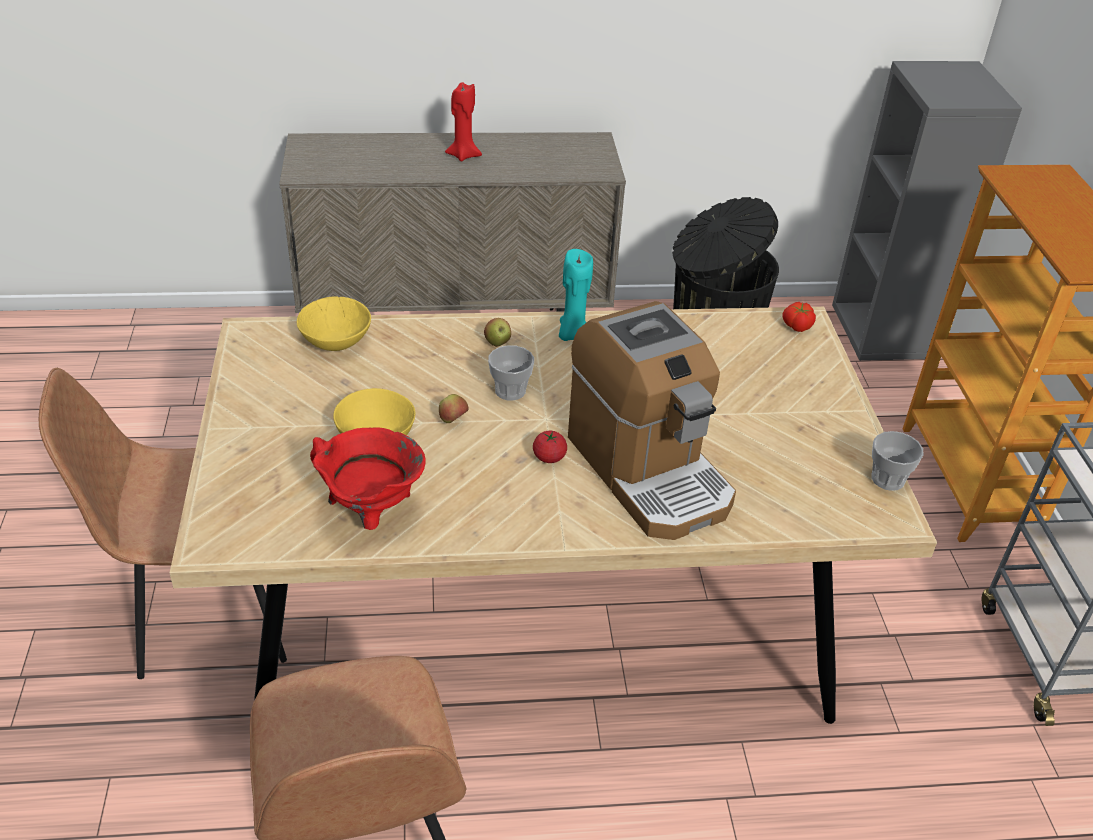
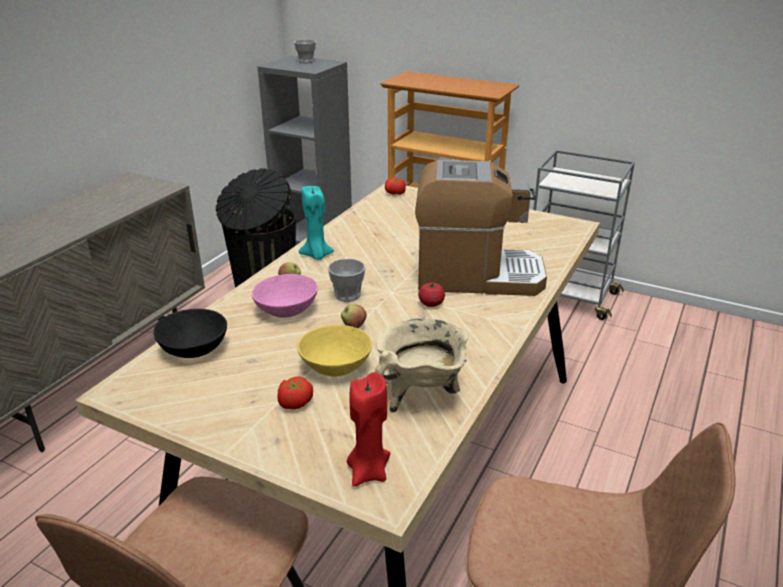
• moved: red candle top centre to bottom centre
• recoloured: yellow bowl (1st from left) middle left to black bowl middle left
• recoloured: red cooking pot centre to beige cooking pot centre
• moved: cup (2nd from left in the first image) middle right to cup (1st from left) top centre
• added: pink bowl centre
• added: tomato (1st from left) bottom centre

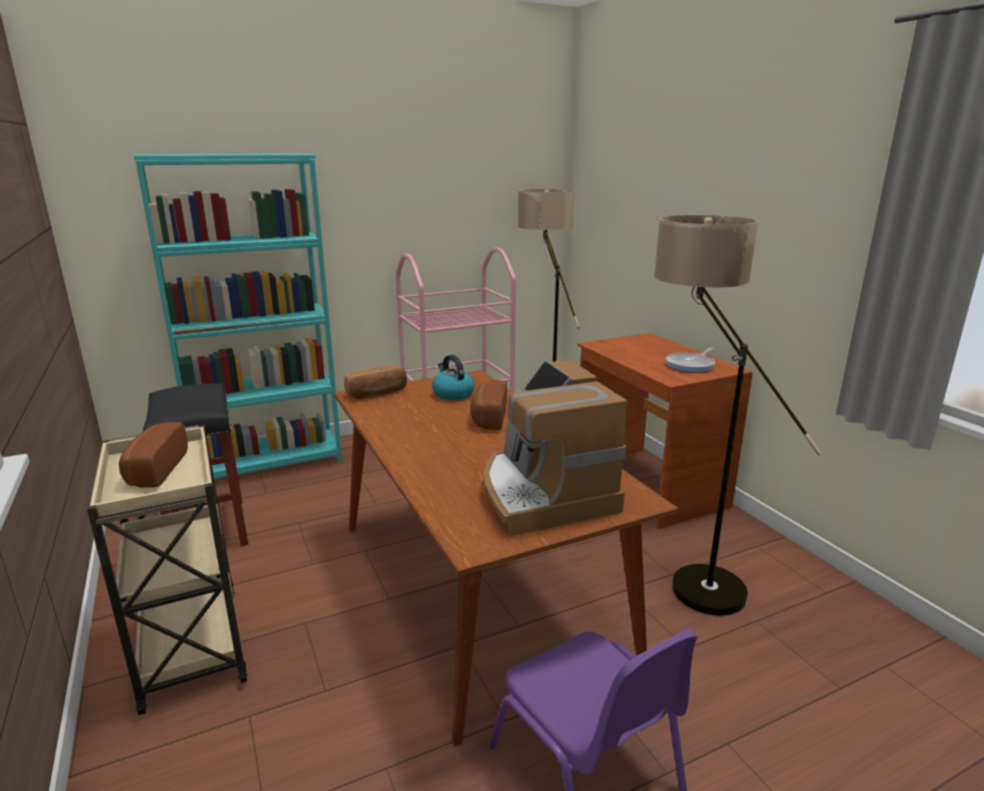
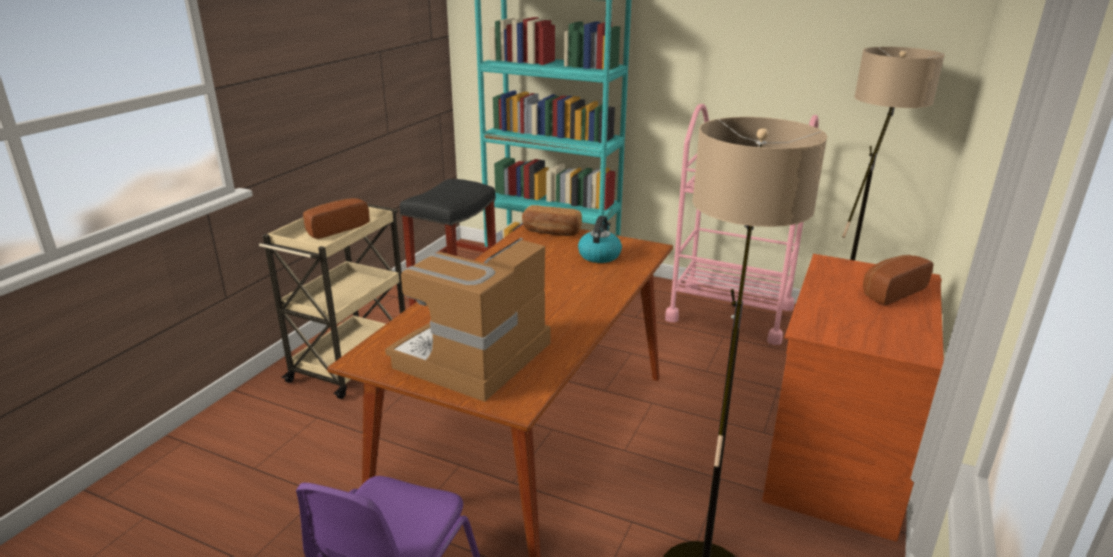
• removed: frying pan middle right
• moved: bread (3rd from left) centre to middle right

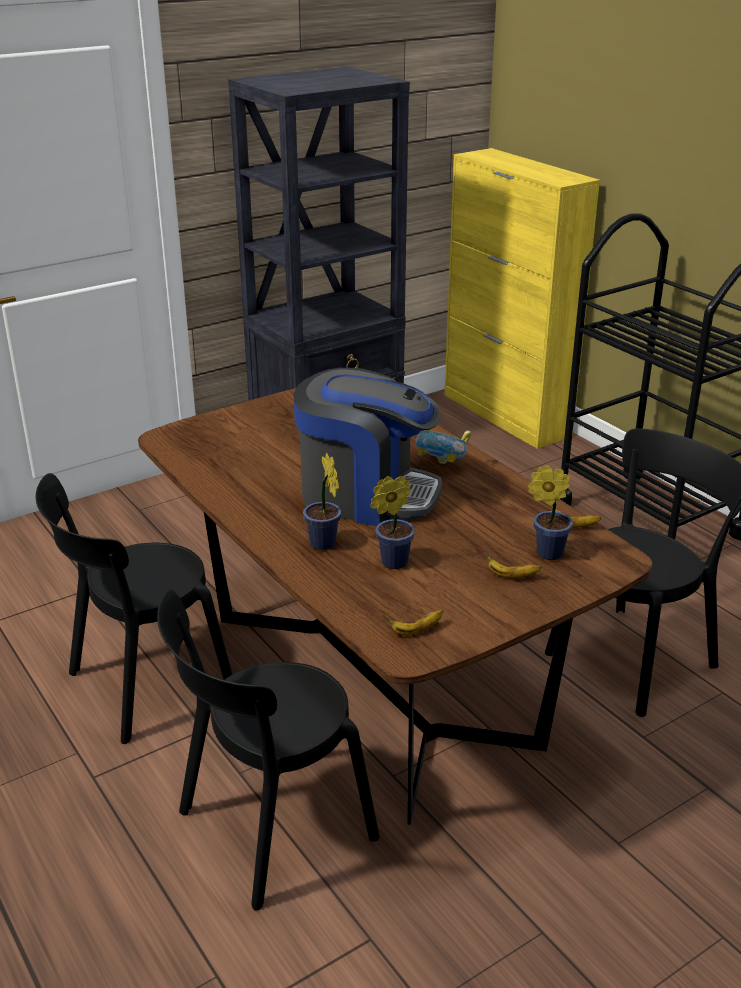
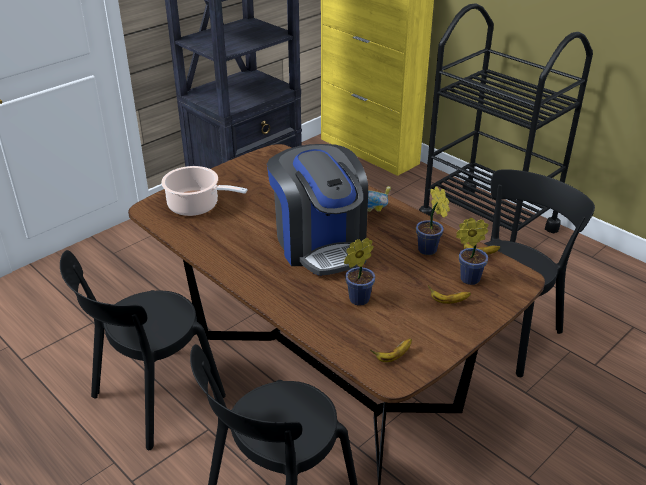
• turned: coffee machine centre = centre 60 degrees clockwise
• moved: potted plant (1st from left in the first image) centre to potted plant (2nd from left) middle right
• added: cooking pot middle left

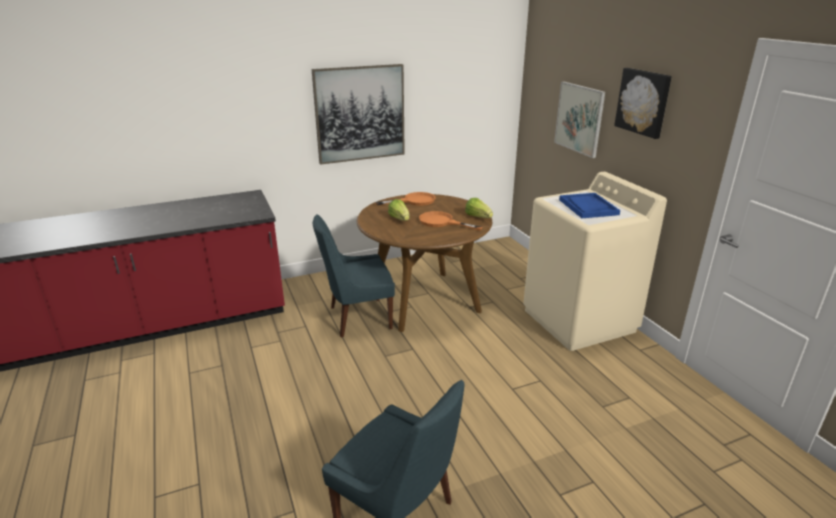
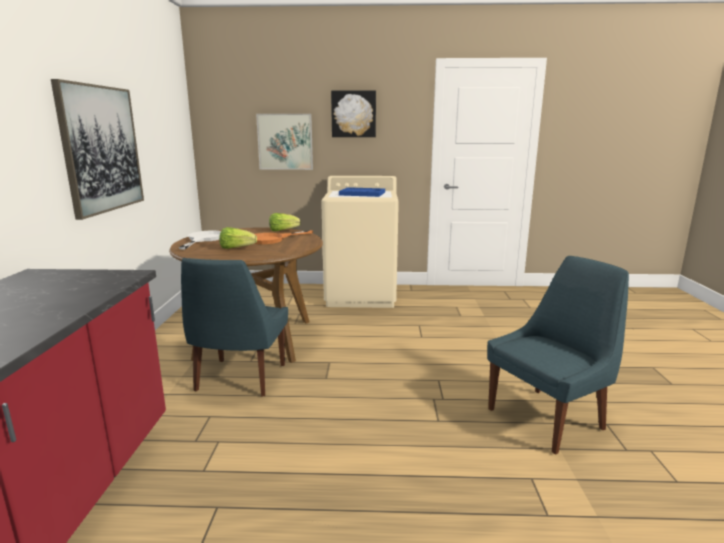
• recoloured: orange frying pan (1st from left) centre to white frying pan middle left

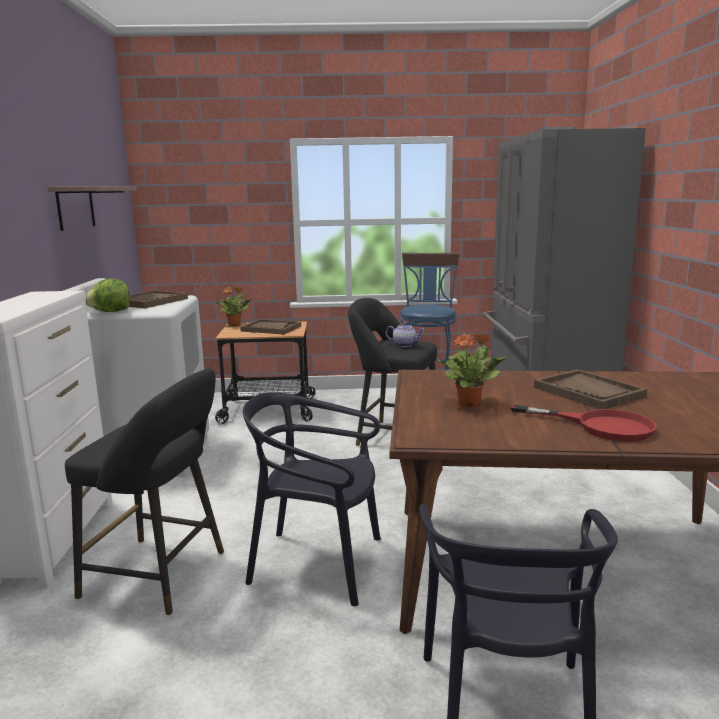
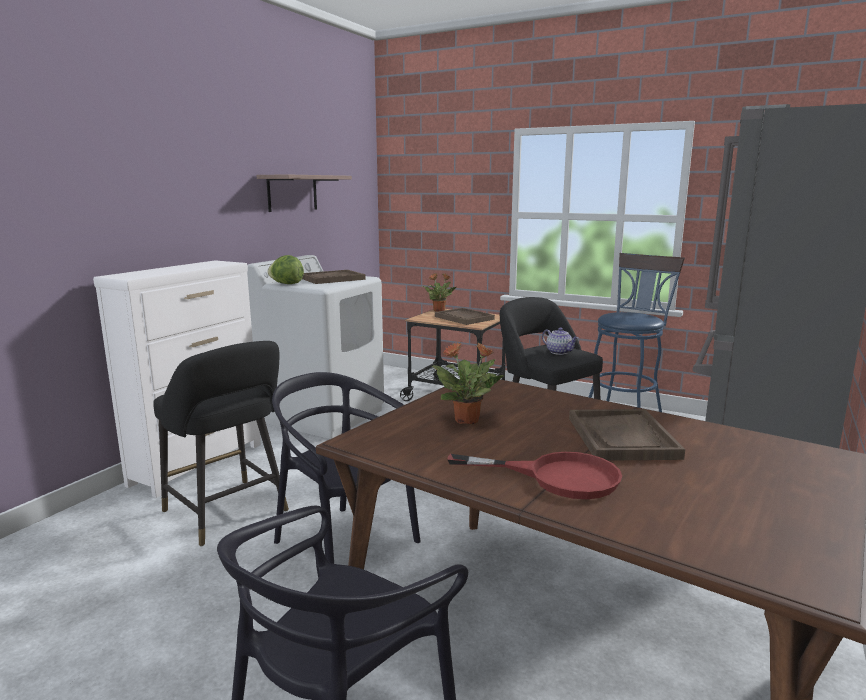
• turned: red frying pan middle right = bottom centre 45 degrees counterclockwise

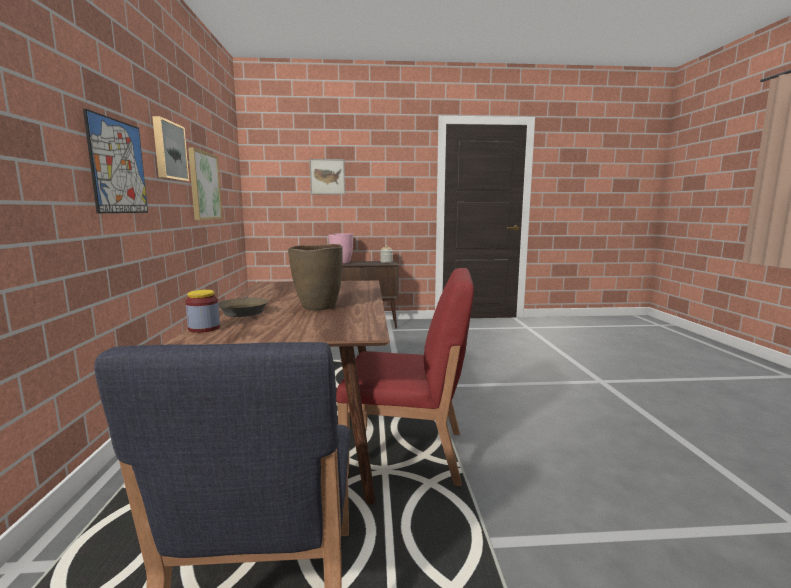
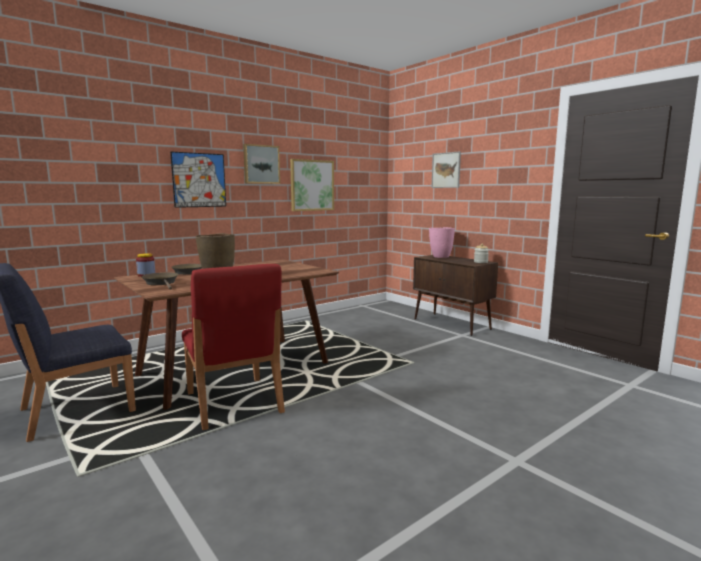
• added: brown frying pan (1st from left) middle left

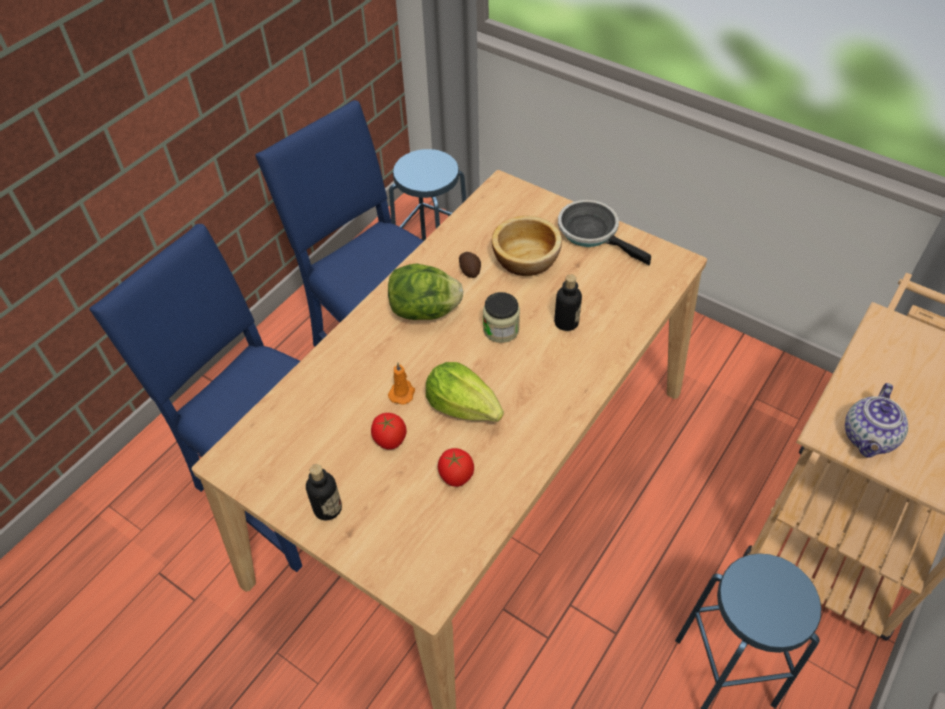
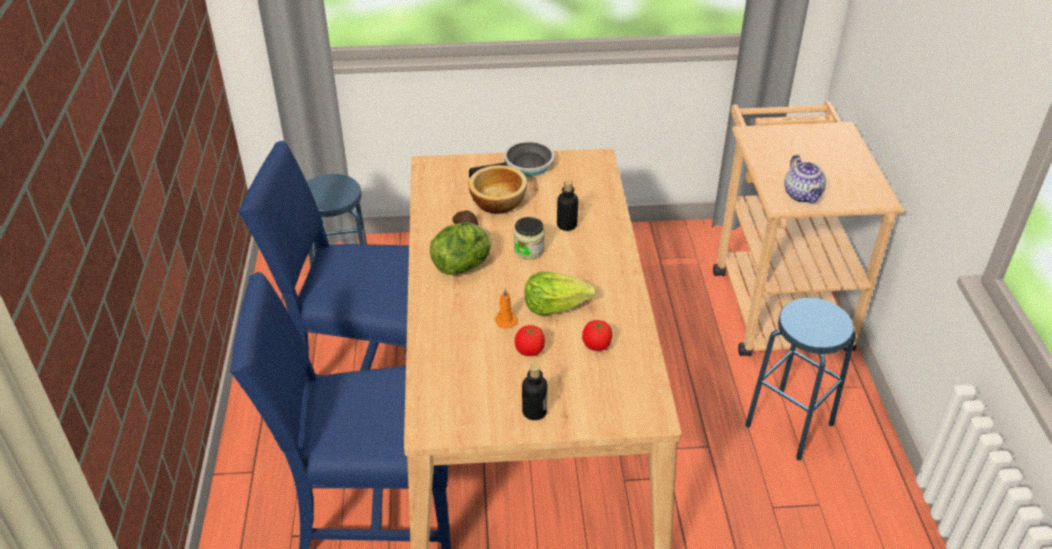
• turned: frying pan top centre = top centre 150 degrees clockwise

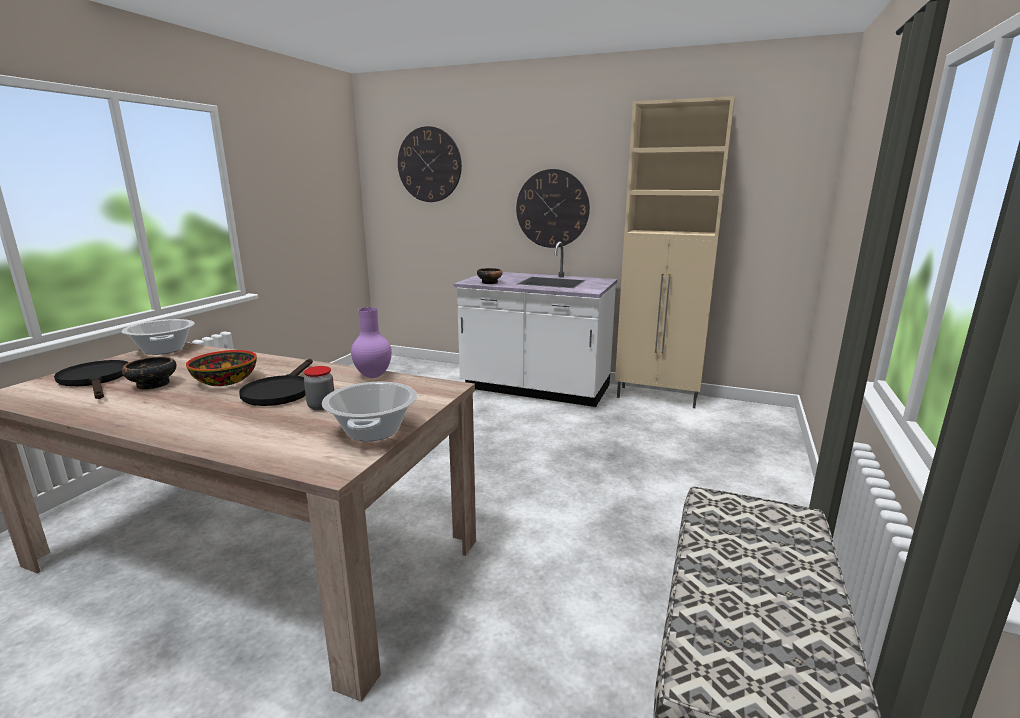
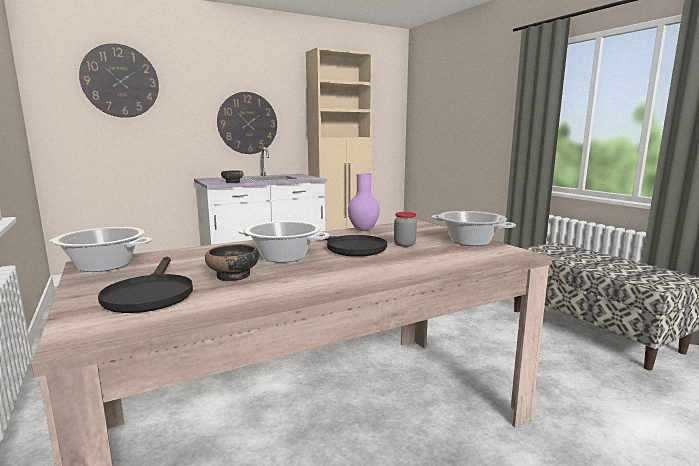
• replaced: bowl (2nd from left) middle left to cooking pot (2nd from left) centre
• turned: black frying pan (1st from left) middle left = middle left 105 degrees counterclockwise

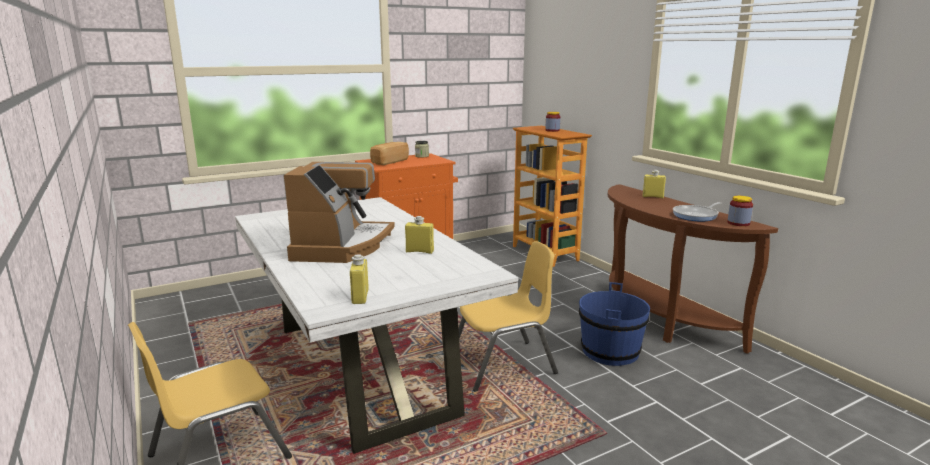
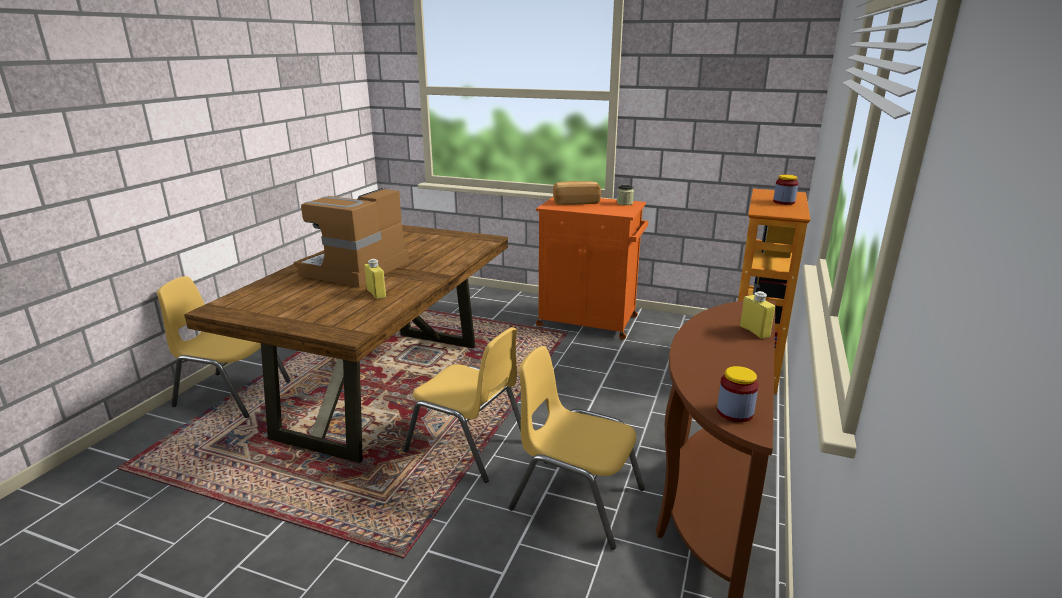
• turned: coffee machine centre = middle left 150 degrees clockwise
• recoloured: white dining table bottom centre to brown dining table middle left
• removed: frying pan middle right
• removed: yellow bottle (1st from left) centre
• replaced: blue bucket bottom centre to yellow chair (3rd from left) bottom centre

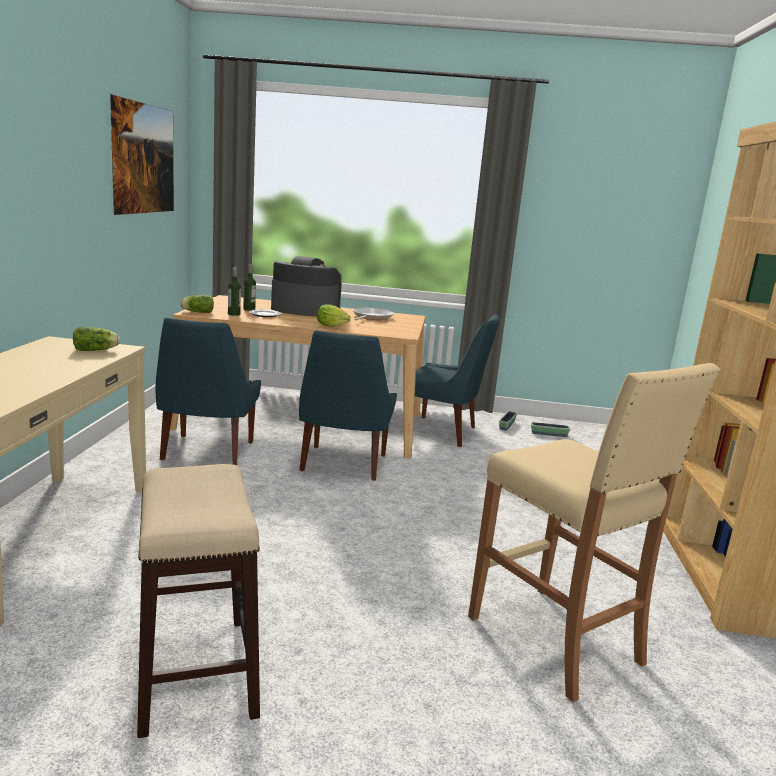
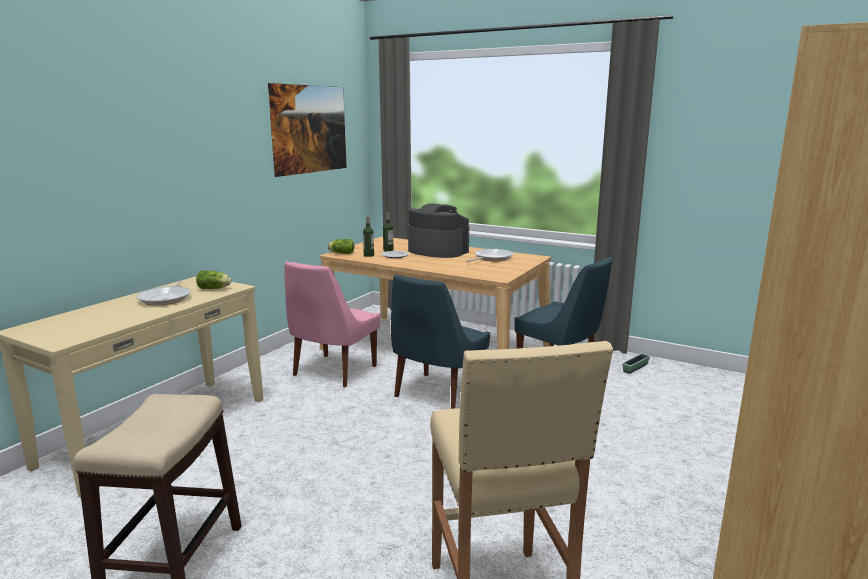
• removed: lettuce (3rd from left) centre
• recoloured: blue chair (1st from left) middle left to pink chair centre
• removed: planter (2nd from left) middle right
• added: frying pan (1st from left) middle left

